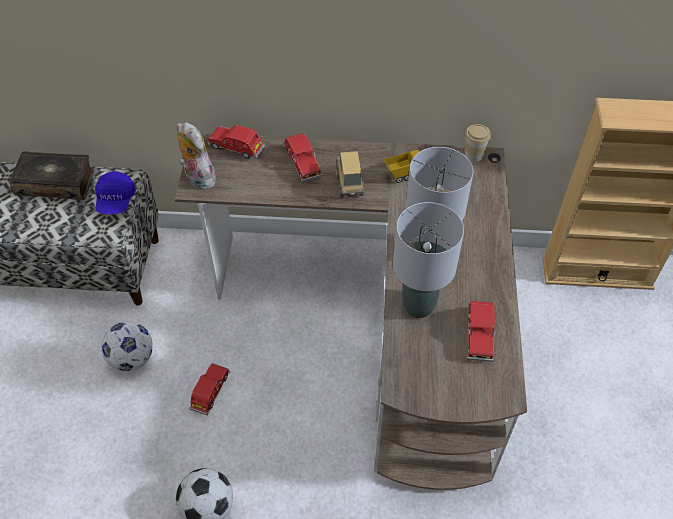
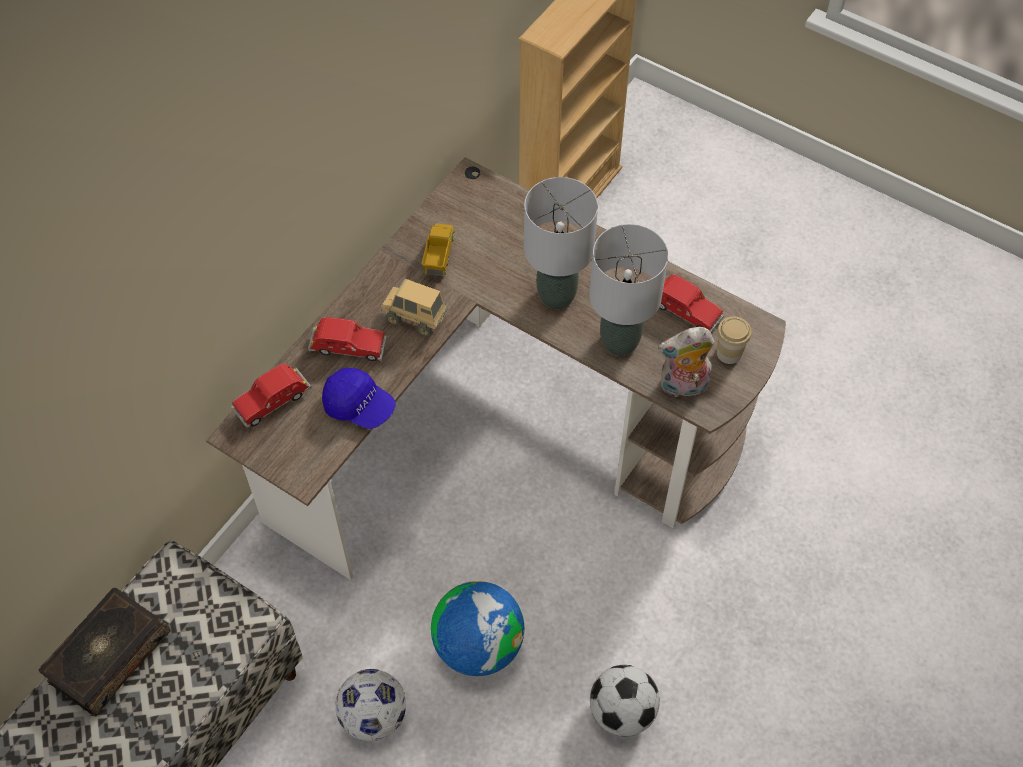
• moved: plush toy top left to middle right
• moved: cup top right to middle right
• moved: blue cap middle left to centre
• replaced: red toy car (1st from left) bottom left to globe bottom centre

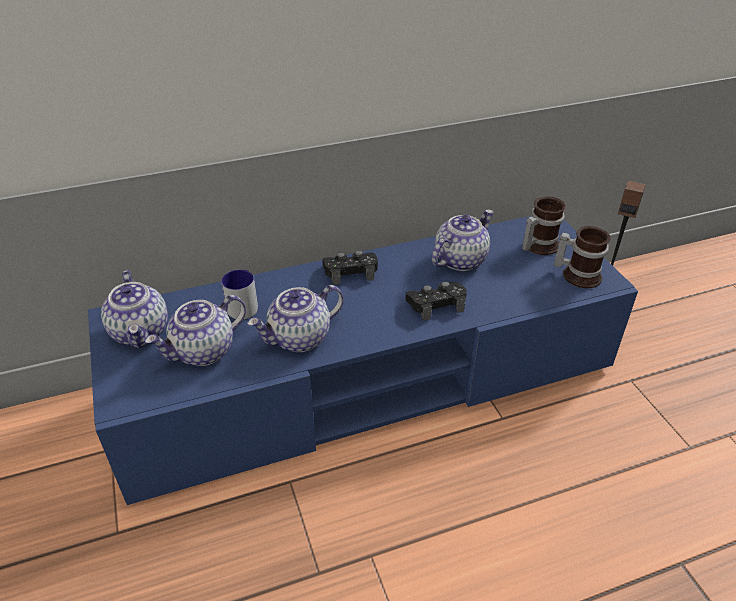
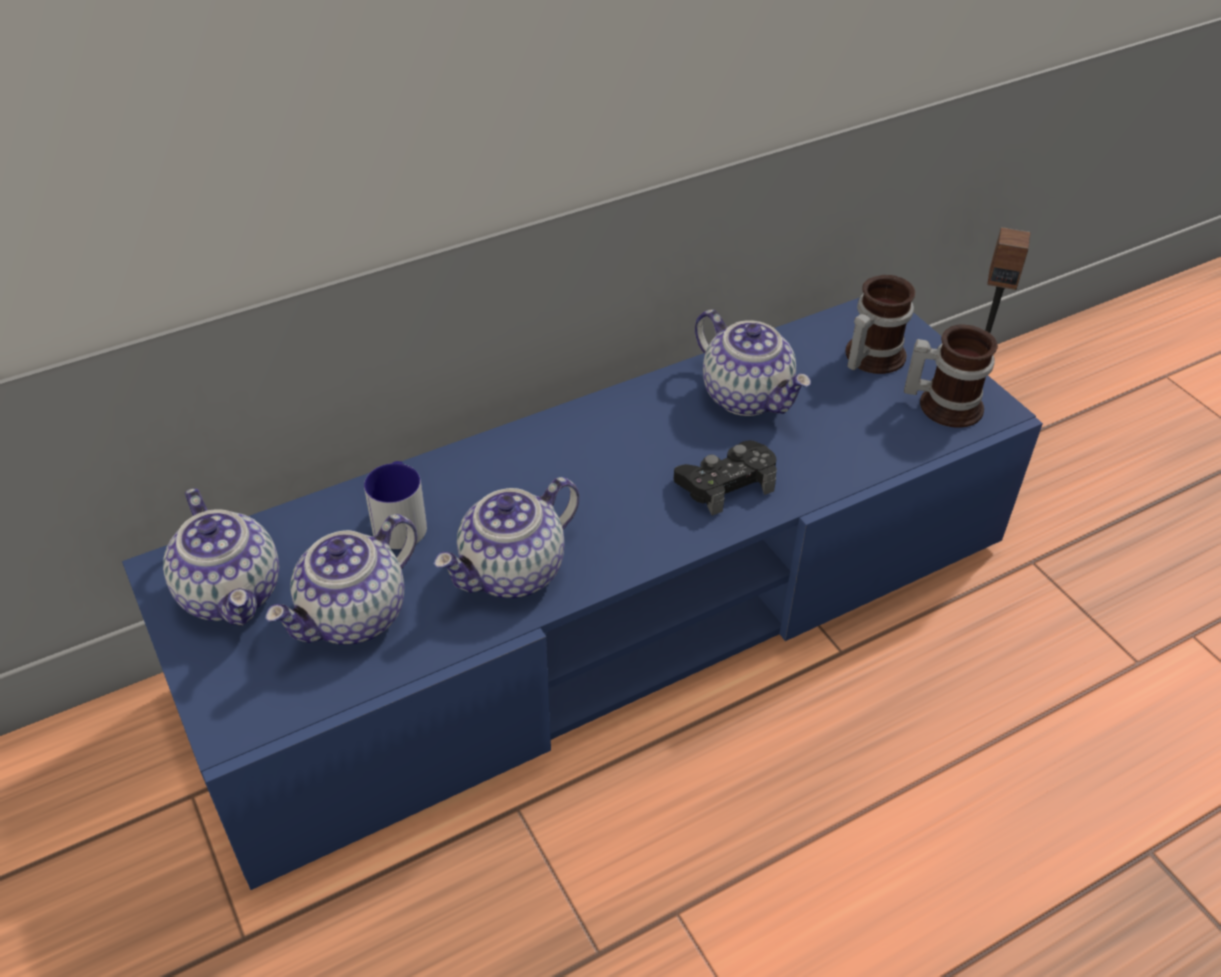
• turned: teapot (4th from left) centre = centre 105 degrees clockwise
• removed: black game controller (1st from left) centre

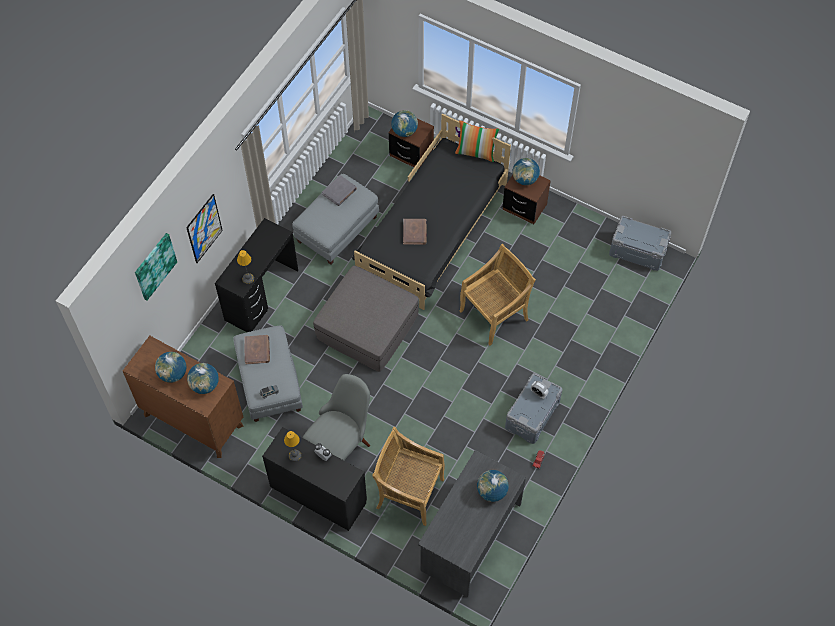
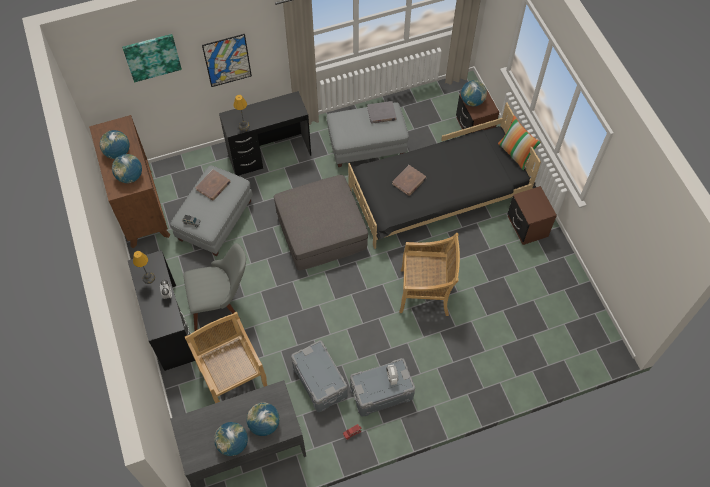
• moved: globe (5th from left in the first image) top centre to globe (3rd from left) bottom left
• moved: grey storage box (2nd from left in the first image) middle right to grey storage box (1st from left) bottom centre

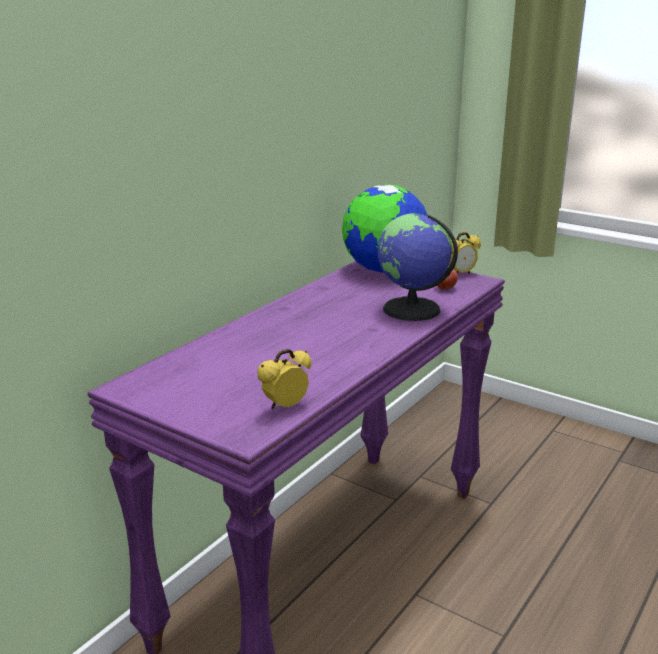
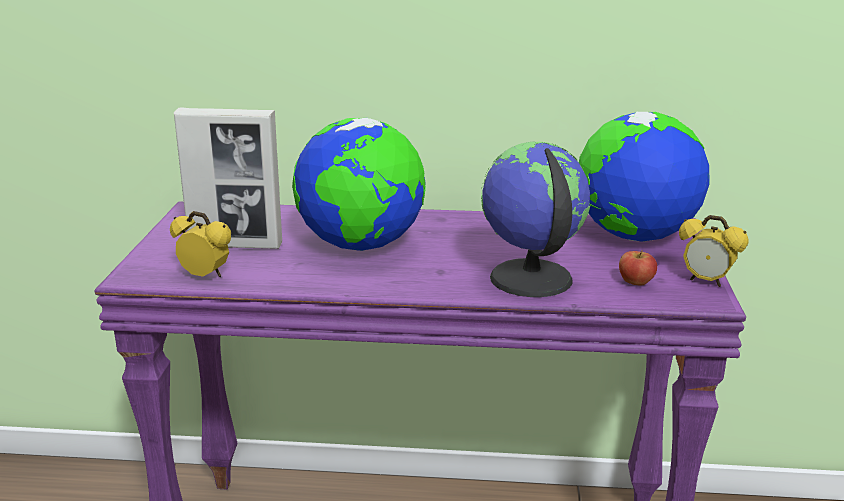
• added: picture frame middle left
• added: globe (1st from left) centre

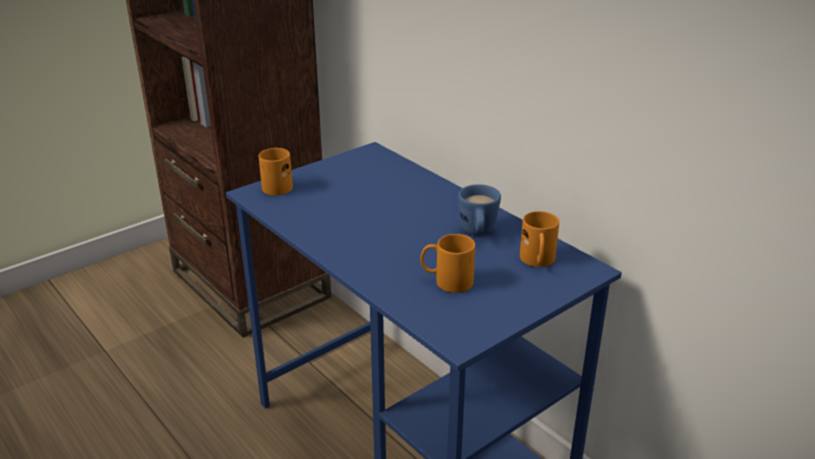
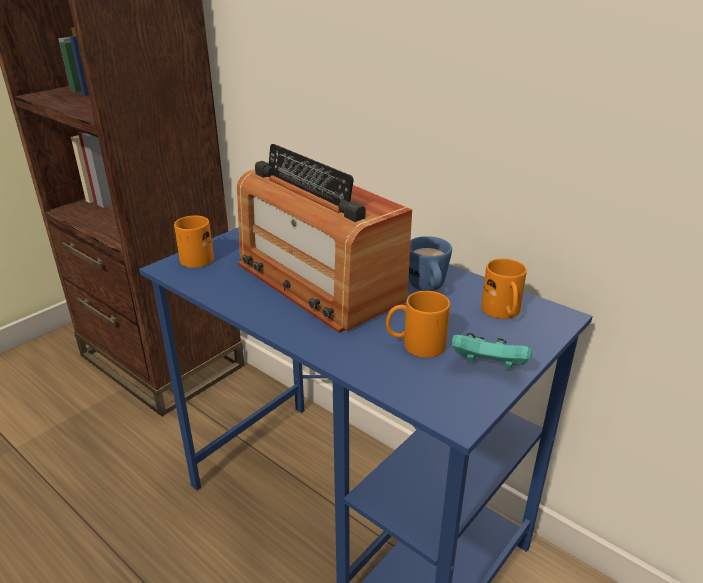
• added: radio centre
• added: turquoise game controller middle right

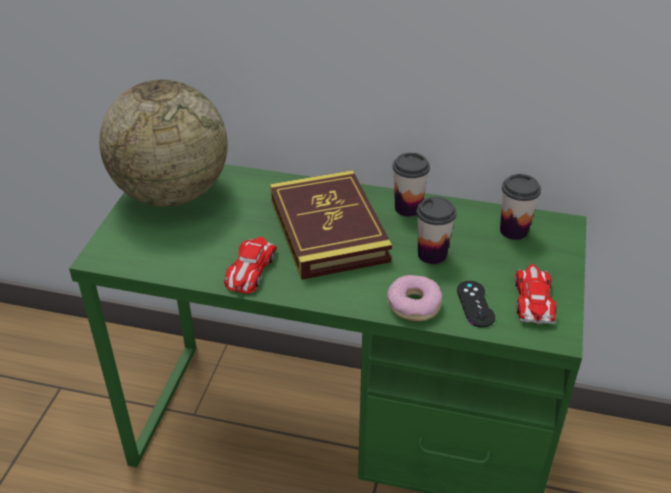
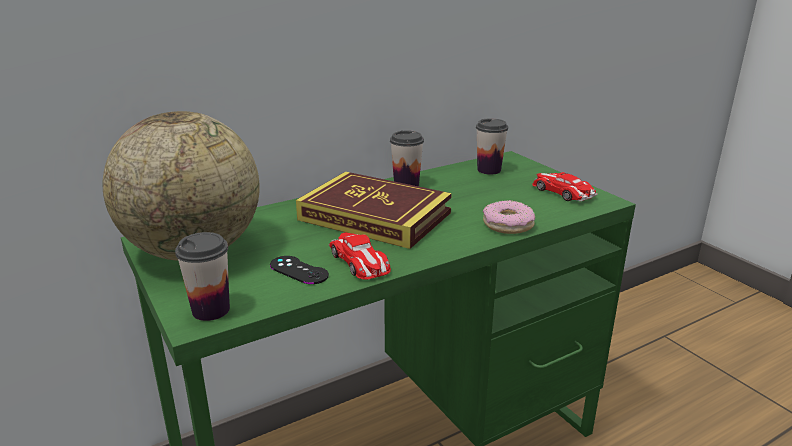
• moved: cup (2nd from left in the first image) centre to cup (1st from left) middle left
• moved: black game controller middle right to centre

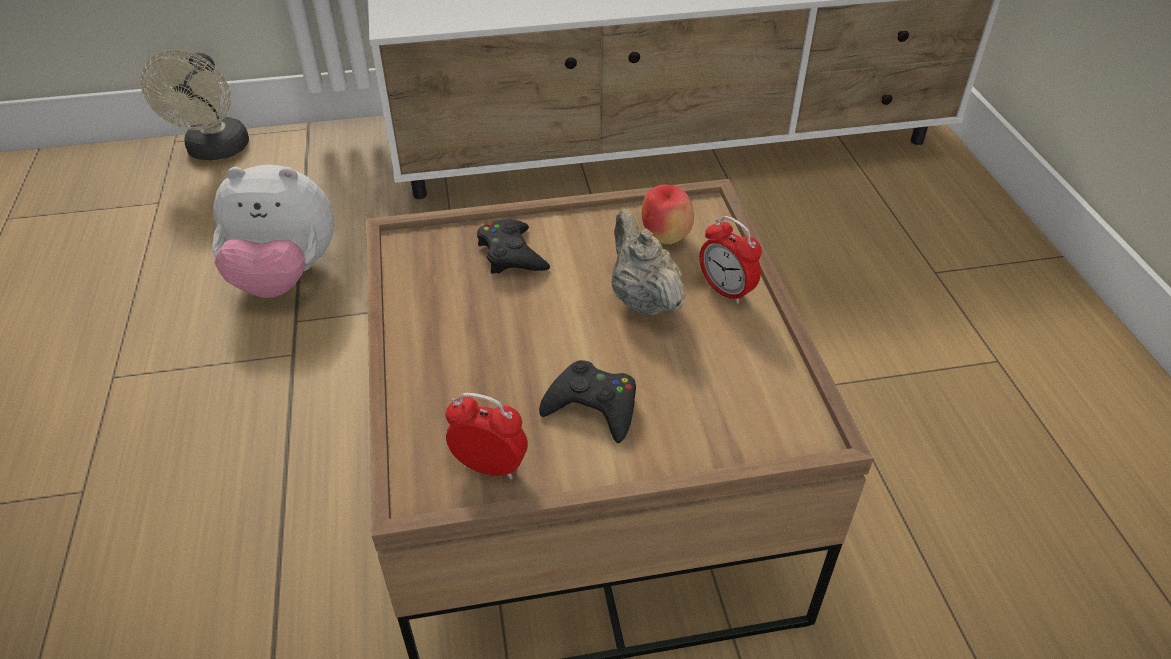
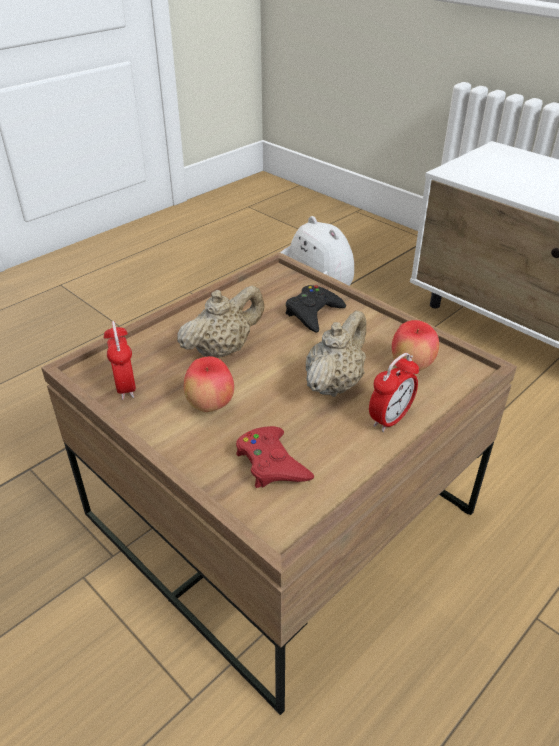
• removed: beige fan top left
• turned: alarm clock (2nd from left) centre = middle right 150 degrees counterclockwise
• replaced: black game controller (2nd from left) centre to apple (1st from left) centre
• added: beige teapot (1st from left) centre
• added: red game controller centre

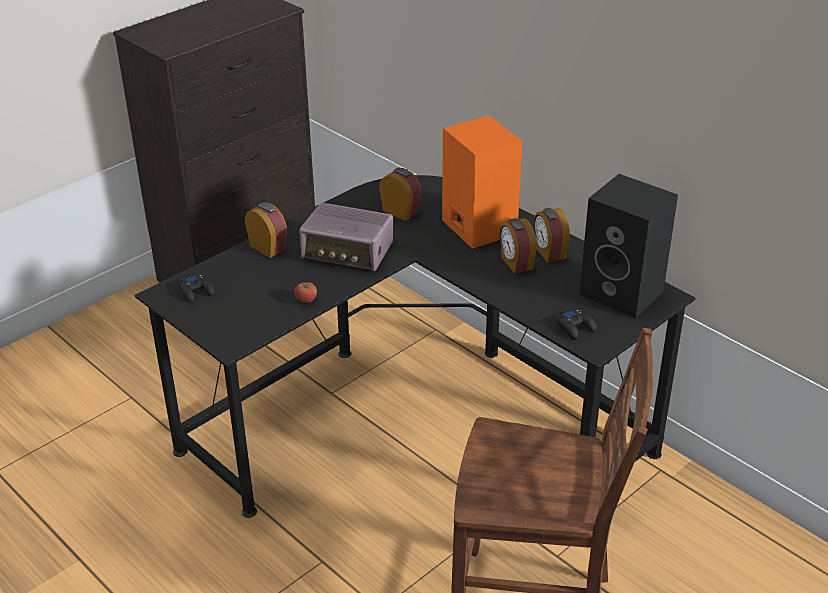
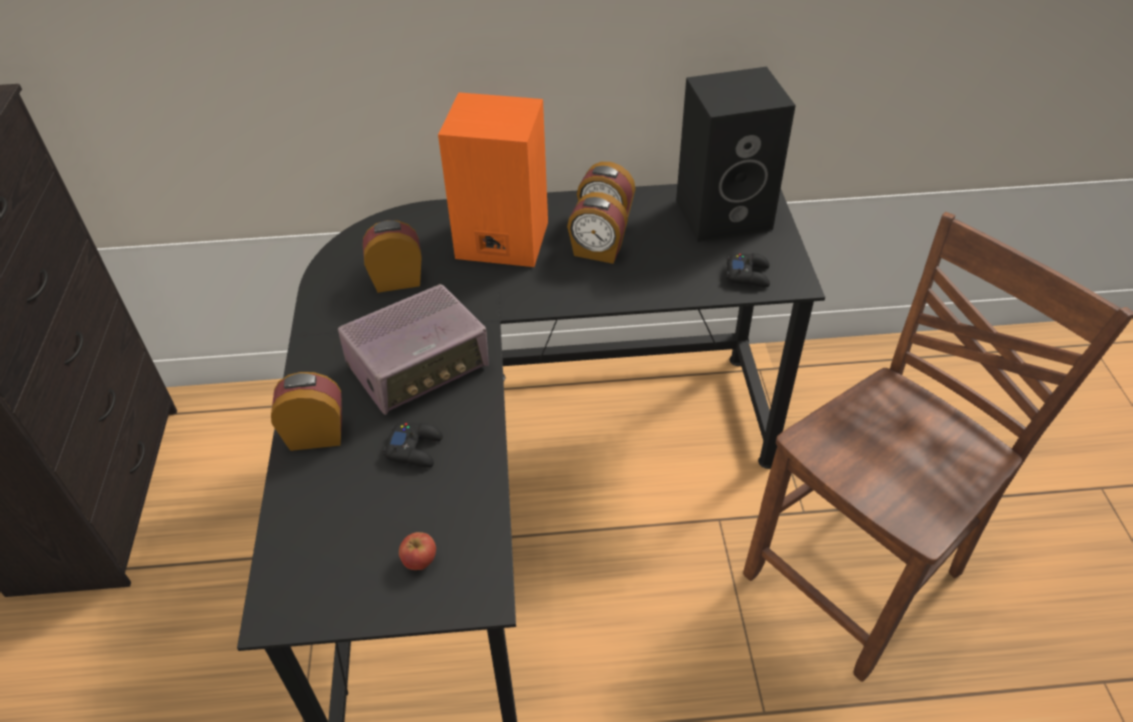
• moved: black game controller (1st from left) middle left to centre
• moved: apple centre to bottom centre

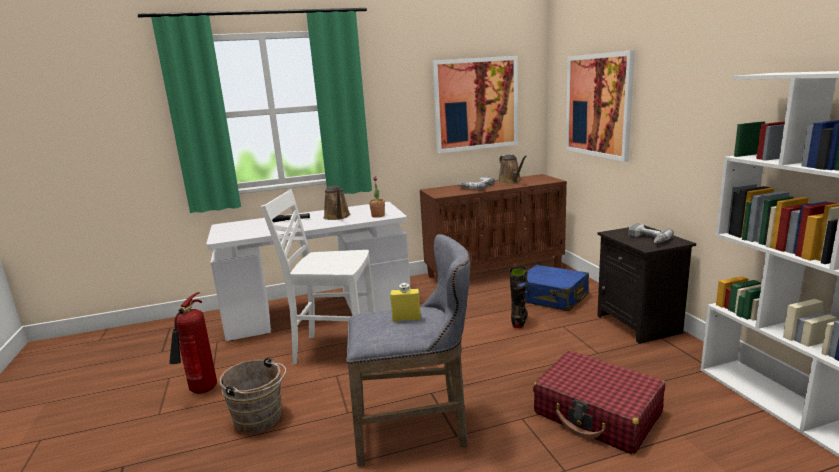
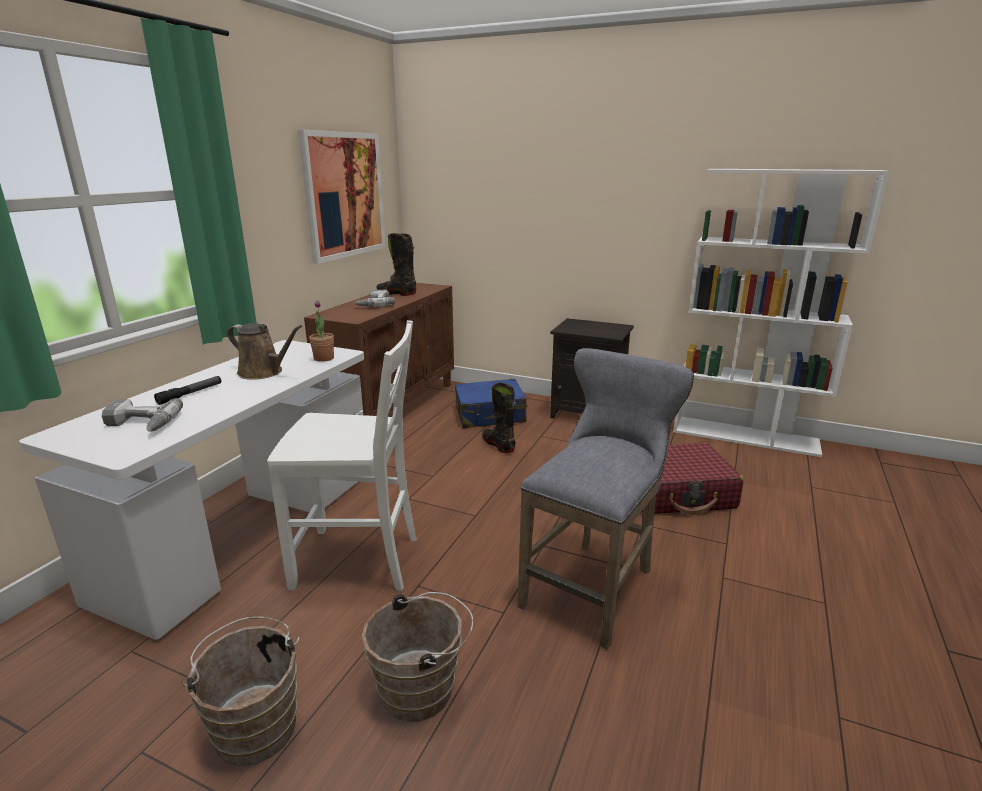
• removed: picture (2nd from left) top right
• replaced: brown watering can (2nd from left) centre to black boot (1st from left) centre
• turned: white chair centre = centre 135 degrees counterclockwise
• moved: power drill (2nd from left in the first image) middle right to power drill (1st from left) middle left
• removed: yellow bottle centre
• replaced: fire extinguisher bottom left to brown bucket (1st from left) bottom left

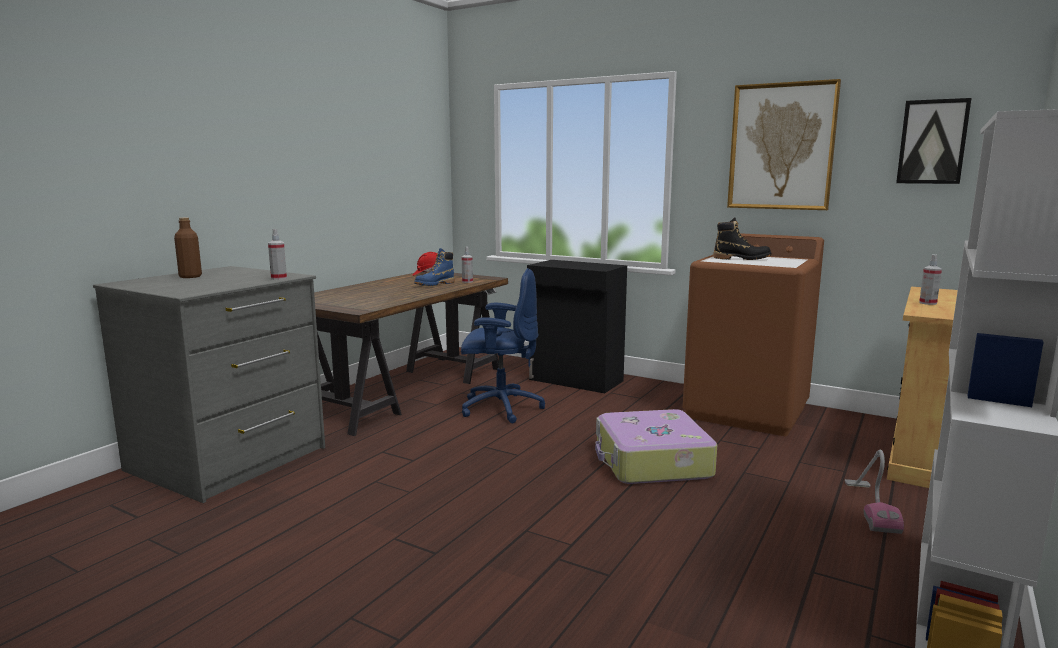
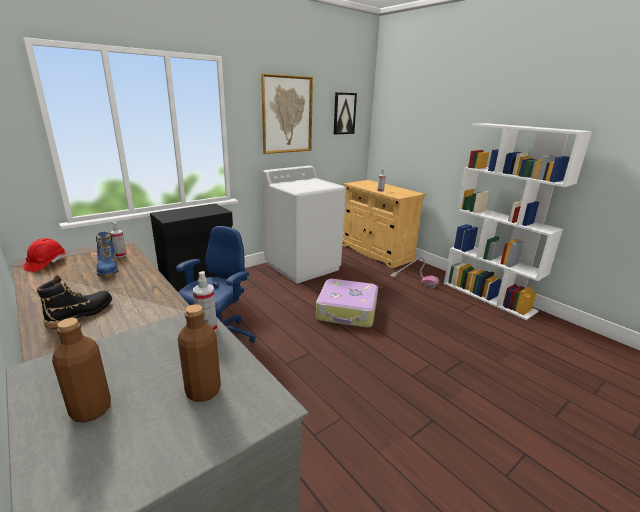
• moved: black boot middle right to middle left
• recoloured: brown washing machine middle right to white washing machine centre
• added: brown bottle (2nd from left) bottom left

